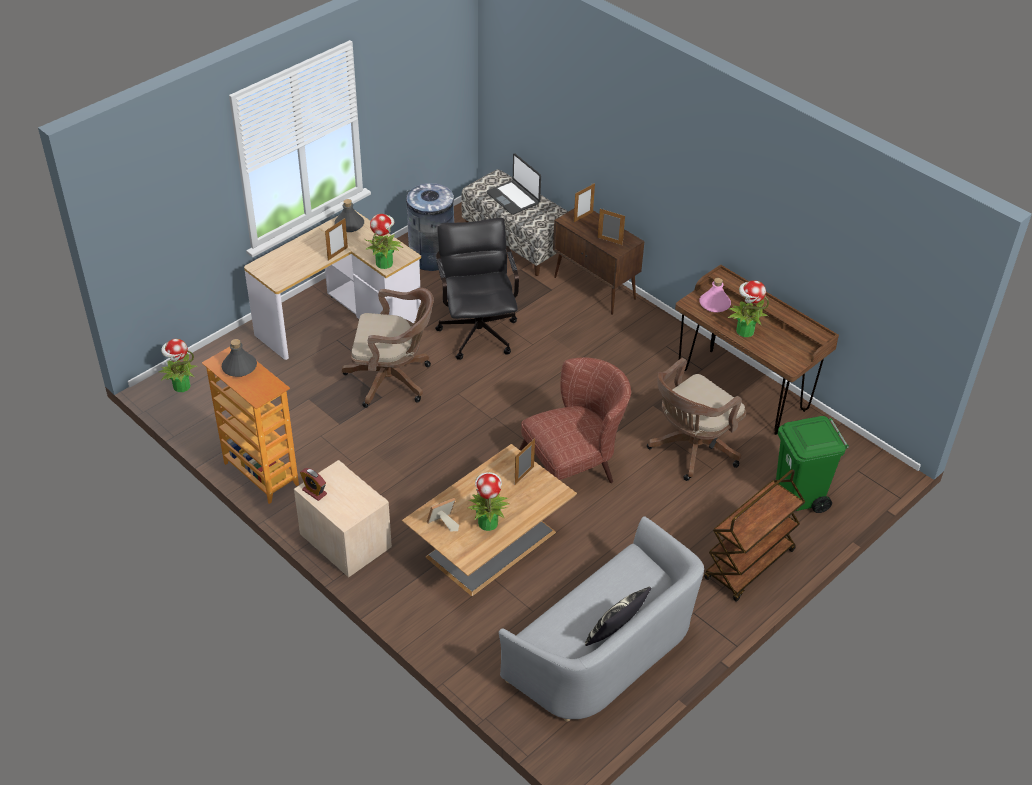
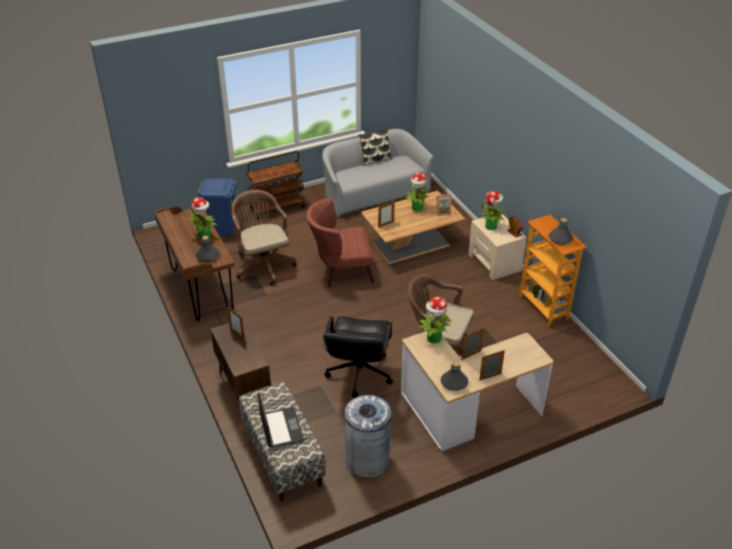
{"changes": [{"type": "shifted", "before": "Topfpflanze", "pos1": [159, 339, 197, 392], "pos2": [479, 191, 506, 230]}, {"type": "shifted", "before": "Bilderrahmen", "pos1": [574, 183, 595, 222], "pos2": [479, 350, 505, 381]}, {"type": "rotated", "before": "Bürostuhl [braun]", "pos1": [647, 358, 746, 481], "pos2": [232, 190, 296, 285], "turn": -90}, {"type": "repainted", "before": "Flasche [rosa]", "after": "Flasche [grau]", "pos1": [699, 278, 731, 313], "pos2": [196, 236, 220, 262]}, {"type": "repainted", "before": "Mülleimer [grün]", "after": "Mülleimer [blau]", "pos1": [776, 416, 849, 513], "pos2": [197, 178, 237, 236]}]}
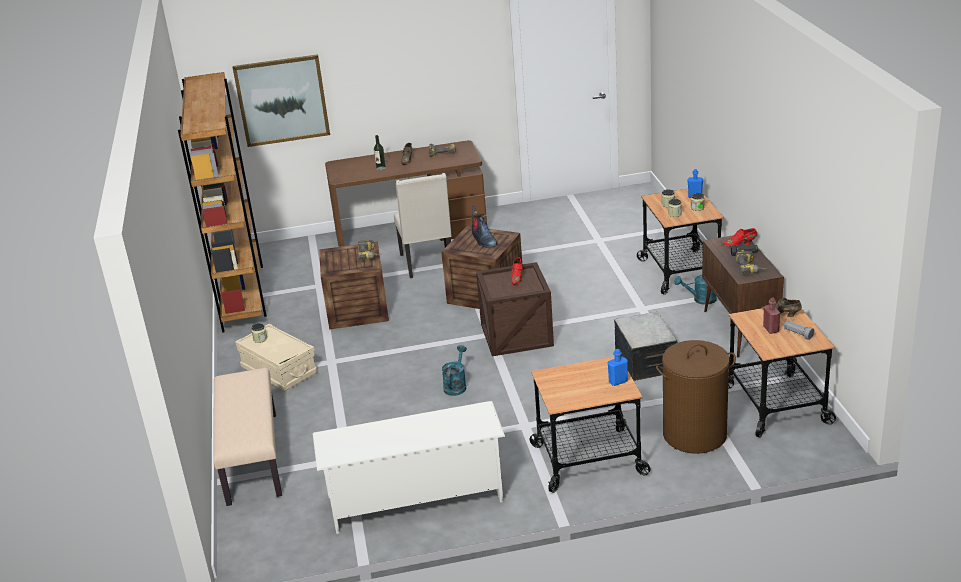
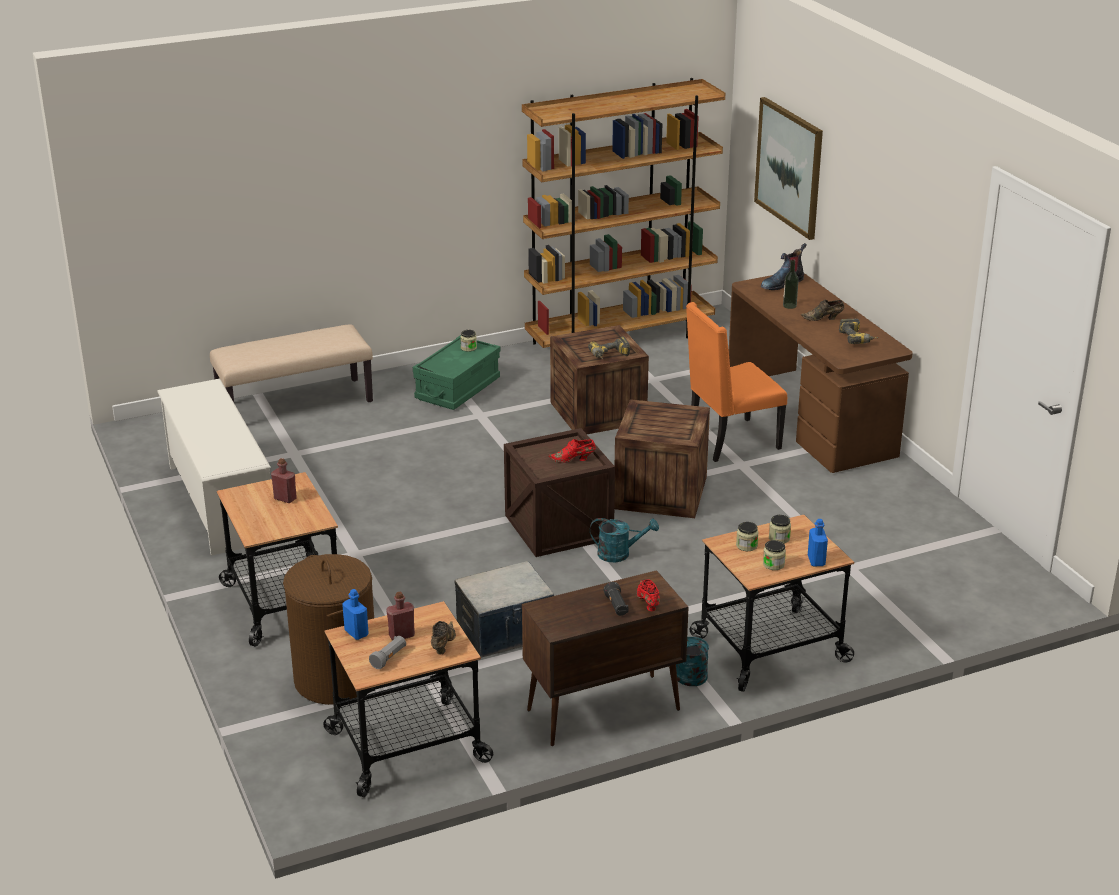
{"changes": [{"type": "repainted", "before": "Aufbewahrungsbox [beige]", "after": "Aufbewahrungsbox [grün]", "pos1": [235, 324, 317, 391], "pos2": [413, 335, 501, 410]}, {"type": "repainted", "before": "Stuhl [beige]", "after": "Stuhl [orange]", "pos1": [394, 173, 452, 278], "pos2": [686, 302, 787, 462]}, {"type": "shifted", "before": "Gießkanne [türkis]", "pos1": [442, 345, 467, 396], "pos2": [590, 518, 659, 562]}, {"type": "shifted", "before": "Stiefel", "pos1": [472, 205, 497, 248], "pos2": [761, 243, 807, 290]}, {"type": "shifted", "before": "Flasche [blau]", "pos1": [608, 349, 628, 386], "pos2": [342, 589, 369, 640]}, {"type": "gone", "before": "Bohrmaschine", "pos1": [735, 251, 767, 274]}, {"type": "new", "after": "Flasche [rot]", "pos2": [271, 458, 297, 503]}]}
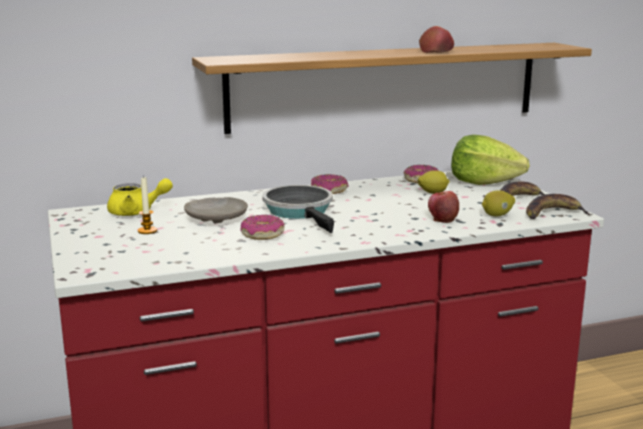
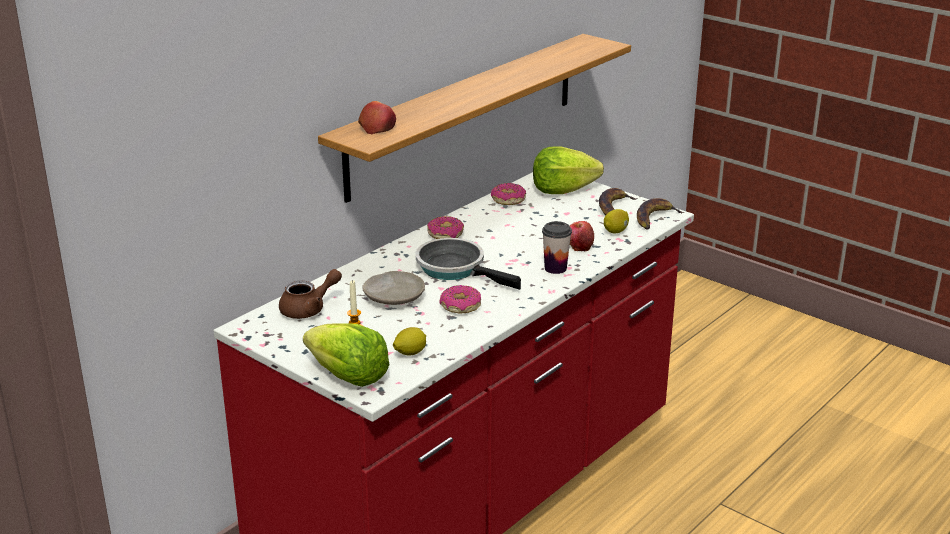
{"changes": [{"type": "repainted", "before": "Teekanne [gelb]", "after": "Teekanne [braun]", "pos1": [107, 178, 173, 216], "pos2": [279, 269, 342, 319]}, {"type": "shifted", "before": "Zitrone", "pos1": [418, 170, 449, 194], "pos2": [393, 327, 426, 355]}, {"type": "shifted", "before": "Apfel", "pos1": [419, 26, 454, 53], "pos2": [358, 101, 396, 134]}, {"type": "new", "after": "Salatkopf", "pos2": [303, 323, 389, 387]}, {"type": "new", "after": "Tasse", "pos2": [542, 221, 572, 274]}]}
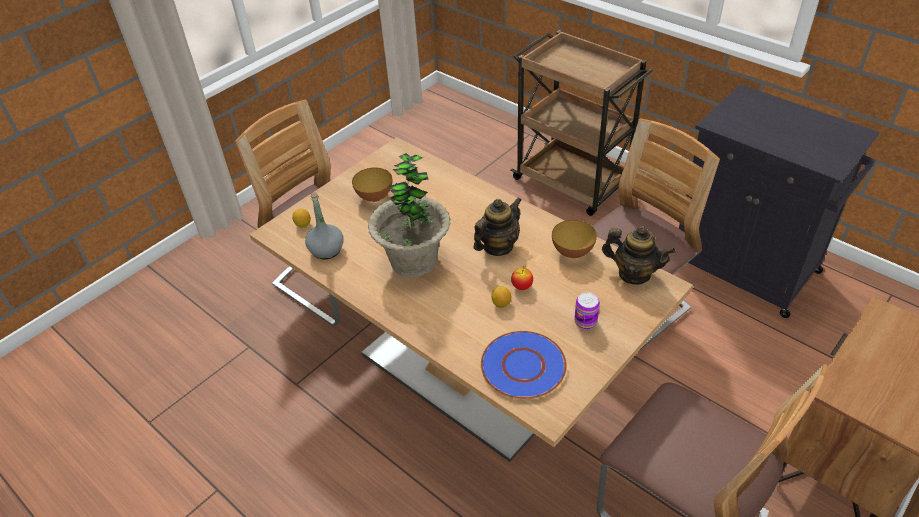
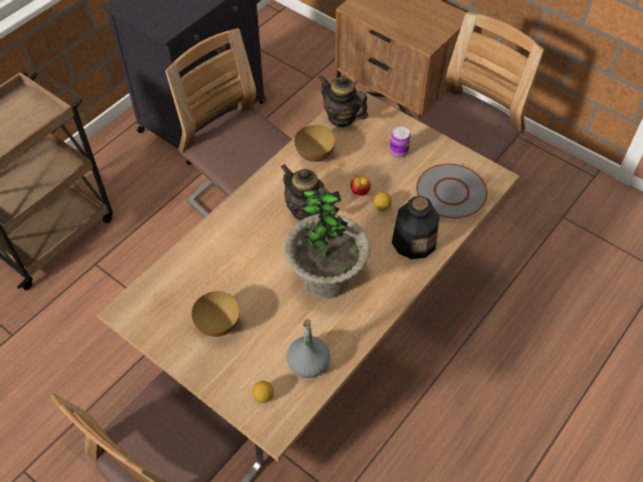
{"changes": [{"type": "repainted", "before": "Teller [blau]", "after": "Teller [grau]", "pos1": [481, 331, 567, 399], "pos2": [416, 163, 488, 219]}, {"type": "rotated", "before": "Teekanne", "pos1": [602, 226, 675, 285], "pos2": [318, 75, 368, 127], "turn": -75}, {"type": "new", "after": "Flasche", "pos2": [392, 196, 439, 259]}]}
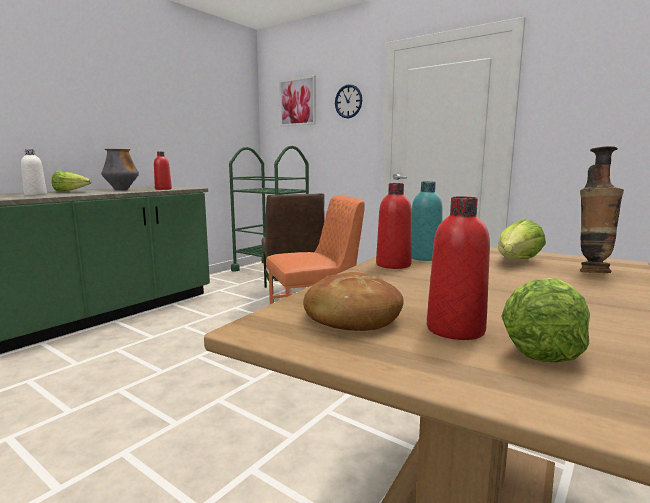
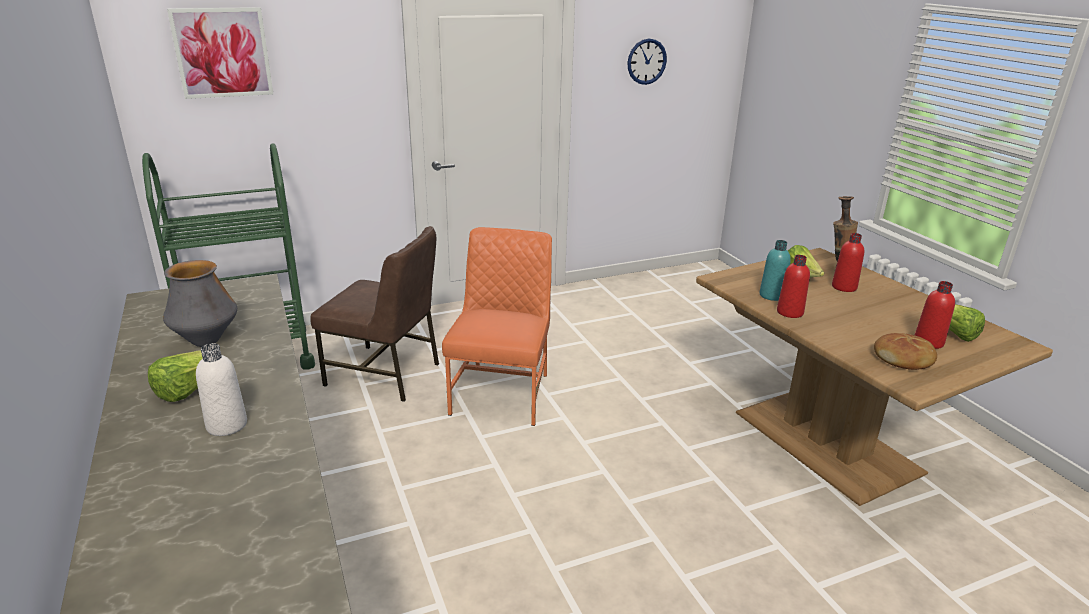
{"changes": [{"type": "shifted", "before": "Flasche [rot]", "pos1": [154, 152, 172, 190], "pos2": [832, 233, 864, 292]}, {"type": "shifted", "before": "Wanduhr", "pos1": [335, 84, 362, 118], "pos2": [627, 38, 667, 85]}]}
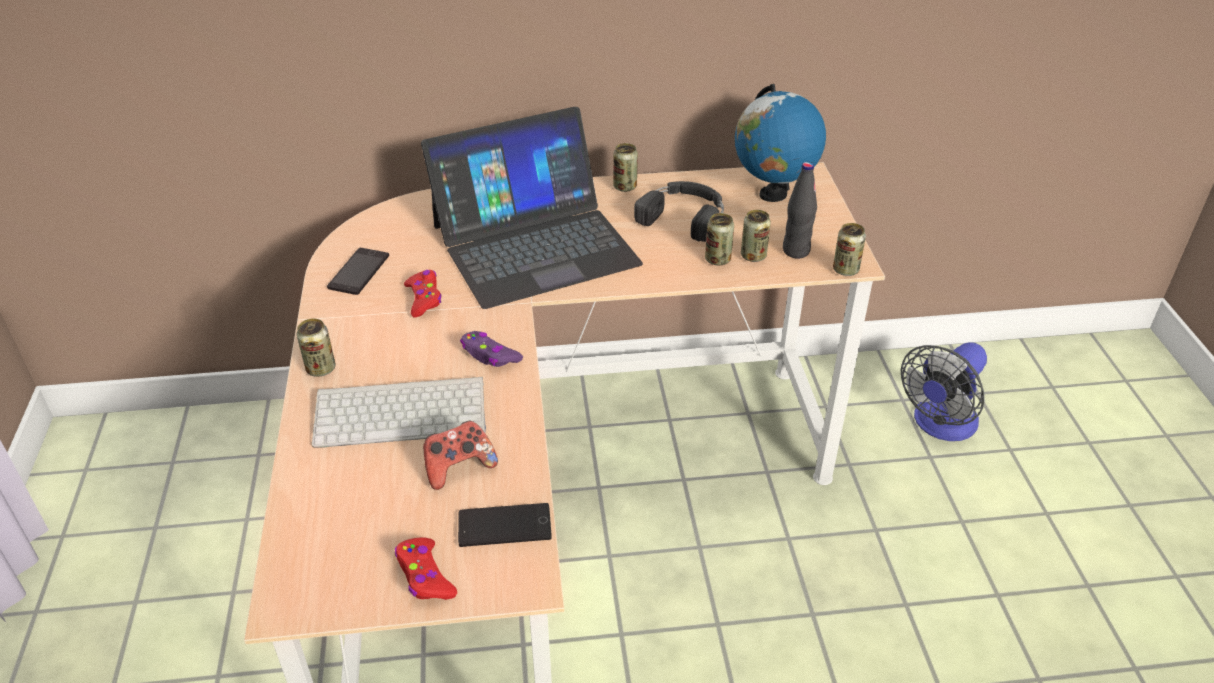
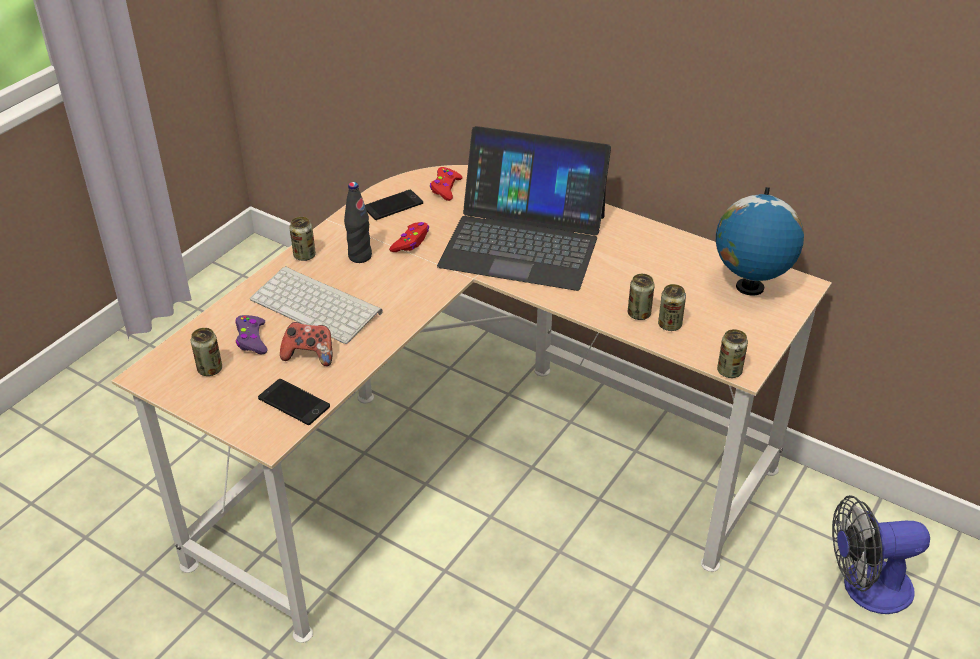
{"changes": [{"type": "shifted", "before": "Gamepad [rot]", "pos1": [395, 537, 457, 600], "pos2": [430, 167, 462, 201]}, {"type": "shifted", "before": "Gamepad [lila]", "pos1": [460, 331, 523, 367], "pos2": [236, 315, 267, 354]}, {"type": "shifted", "before": "Dose", "pos1": [613, 143, 638, 192], "pos2": [191, 328, 222, 376]}, {"type": "gone", "before": "Kopfhörer [schwarz]", "pos1": [634, 181, 724, 242]}, {"type": "shifted", "before": "Flasche [schwarz]", "pos1": [783, 162, 817, 259], "pos2": [344, 182, 372, 263]}]}
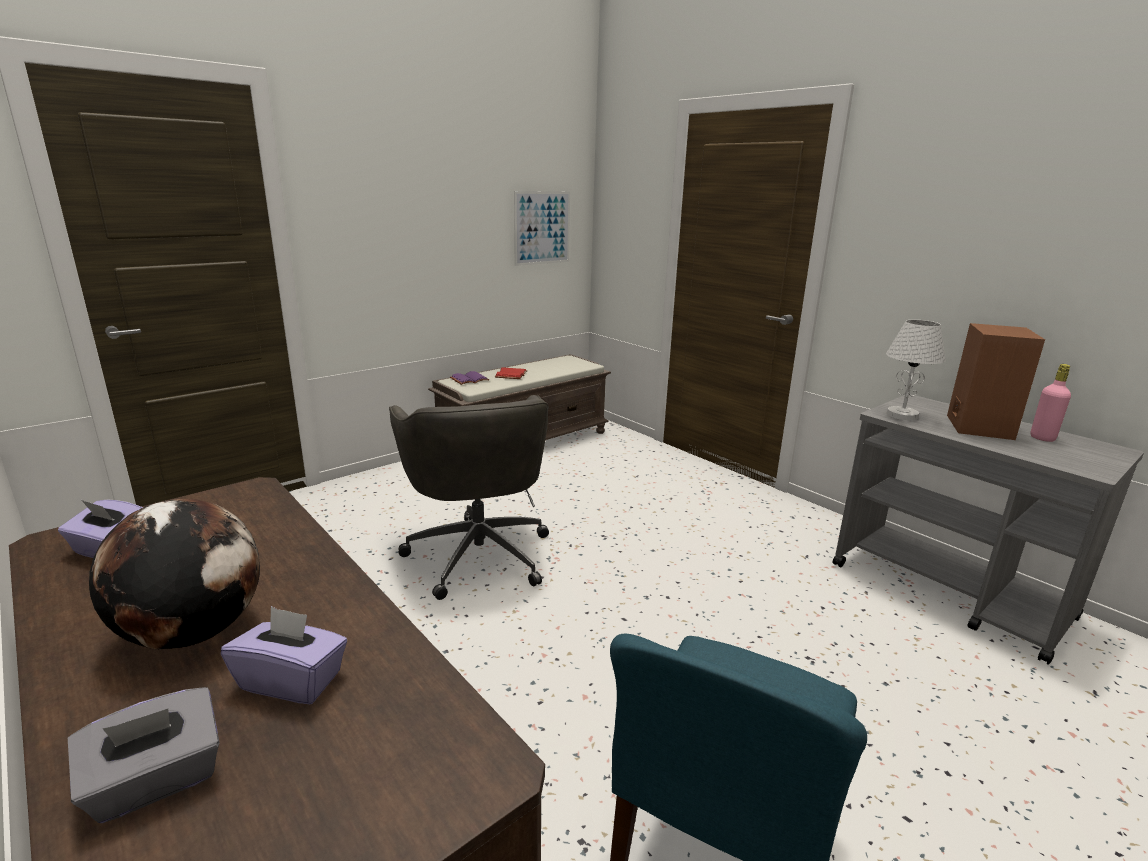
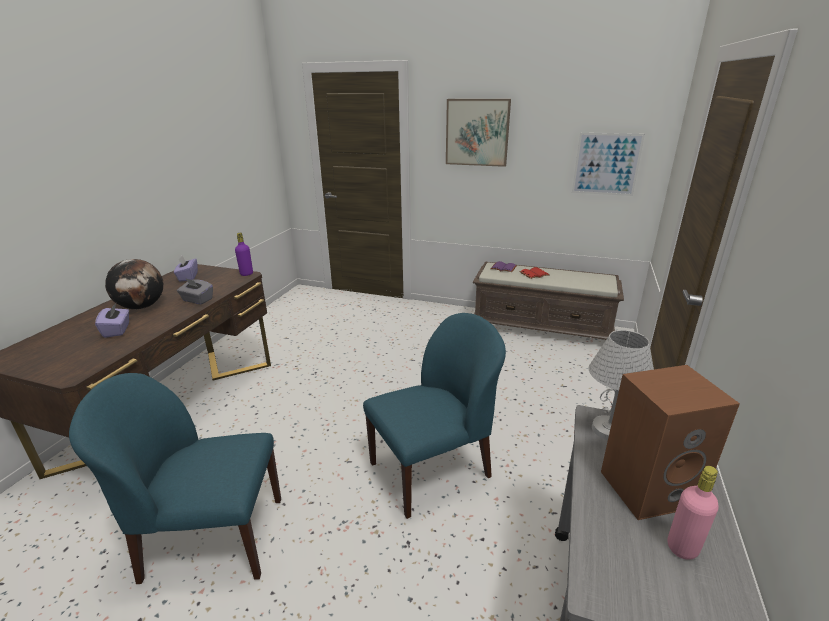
{"changes": [{"type": "shifted", "before": "Taschentuchbox [grau]", "pos1": [68, 687, 220, 823], "pos2": [177, 278, 213, 304]}, {"type": "gone", "before": "Bürostuhl [grau]", "pos1": [389, 395, 549, 600]}, {"type": "new", "after": "Flasche [lila]", "pos2": [235, 233, 253, 276]}, {"type": "new", "after": "Stuhl [blau]", "pos2": [363, 313, 506, 519]}, {"type": "new", "after": "Bild", "pos2": [446, 99, 511, 167]}]}
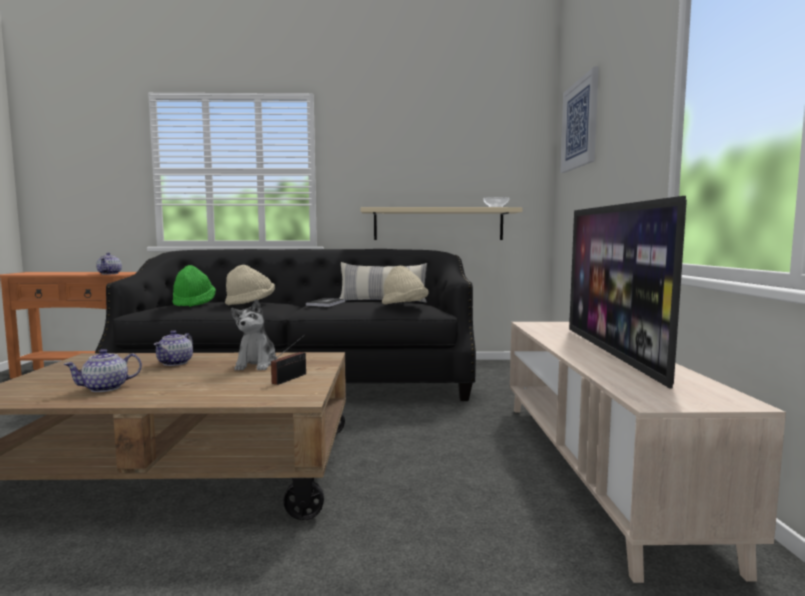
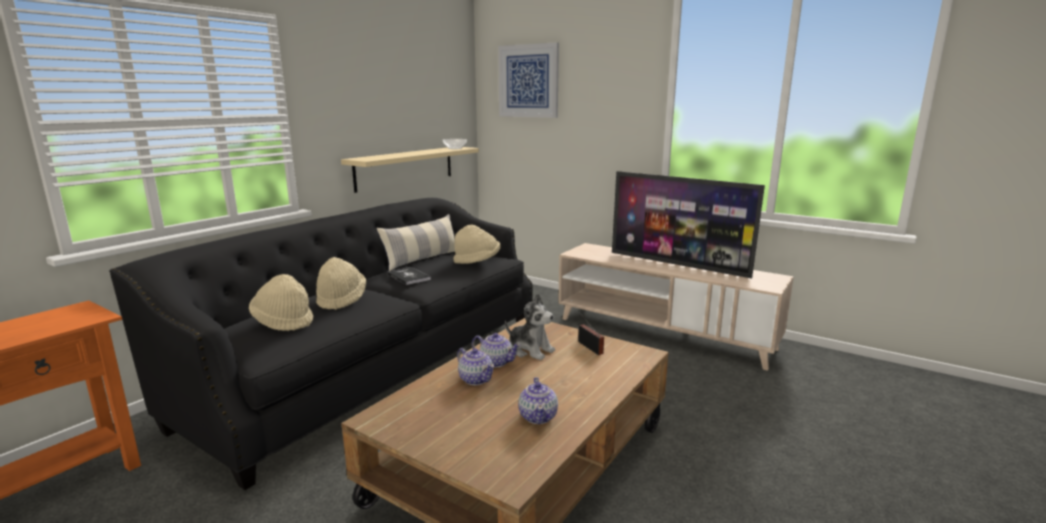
{"changes": [{"type": "shifted", "before": "Teekanne", "pos1": [96, 253, 122, 274], "pos2": [472, 333, 521, 367]}, {"type": "repainted", "before": "Hut [grün]", "after": "Hut [beige]", "pos1": [173, 265, 216, 307], "pos2": [249, 274, 313, 331]}]}
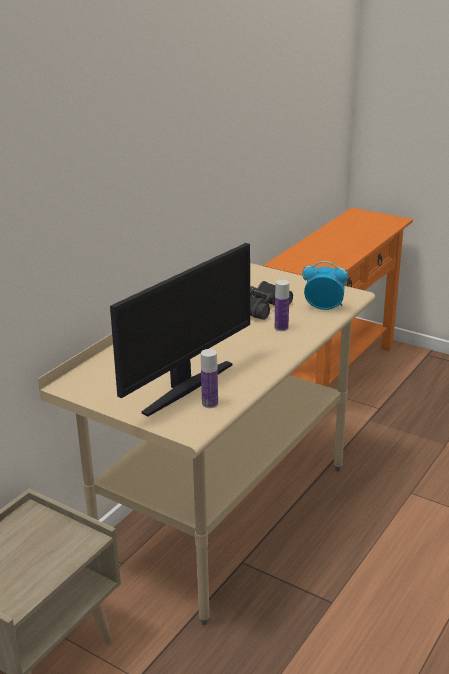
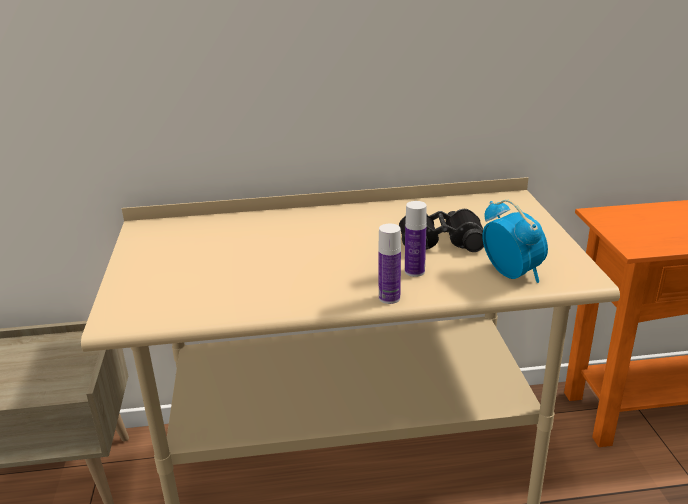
{"changes": [{"type": "gone", "before": "Monitor", "pos1": [110, 243, 250, 417]}, {"type": "shifted", "before": "Flasche", "pos1": [201, 349, 218, 408], "pos2": [378, 224, 401, 304]}]}
